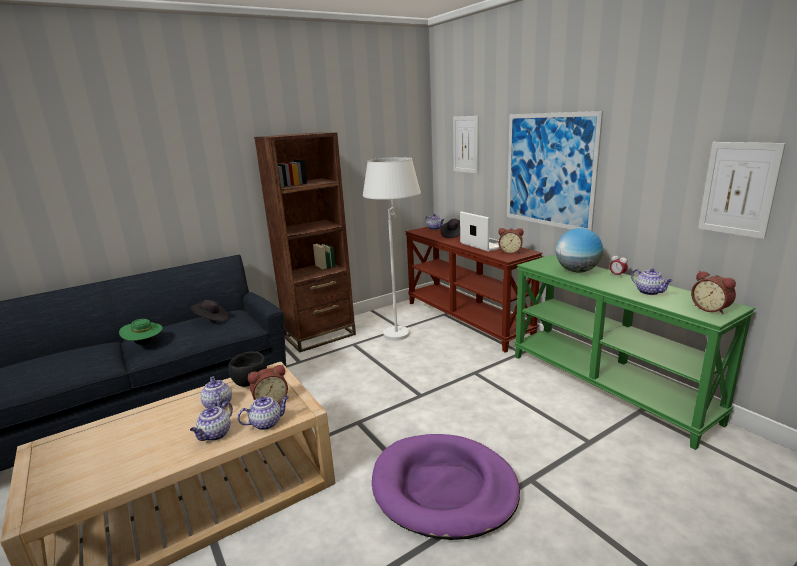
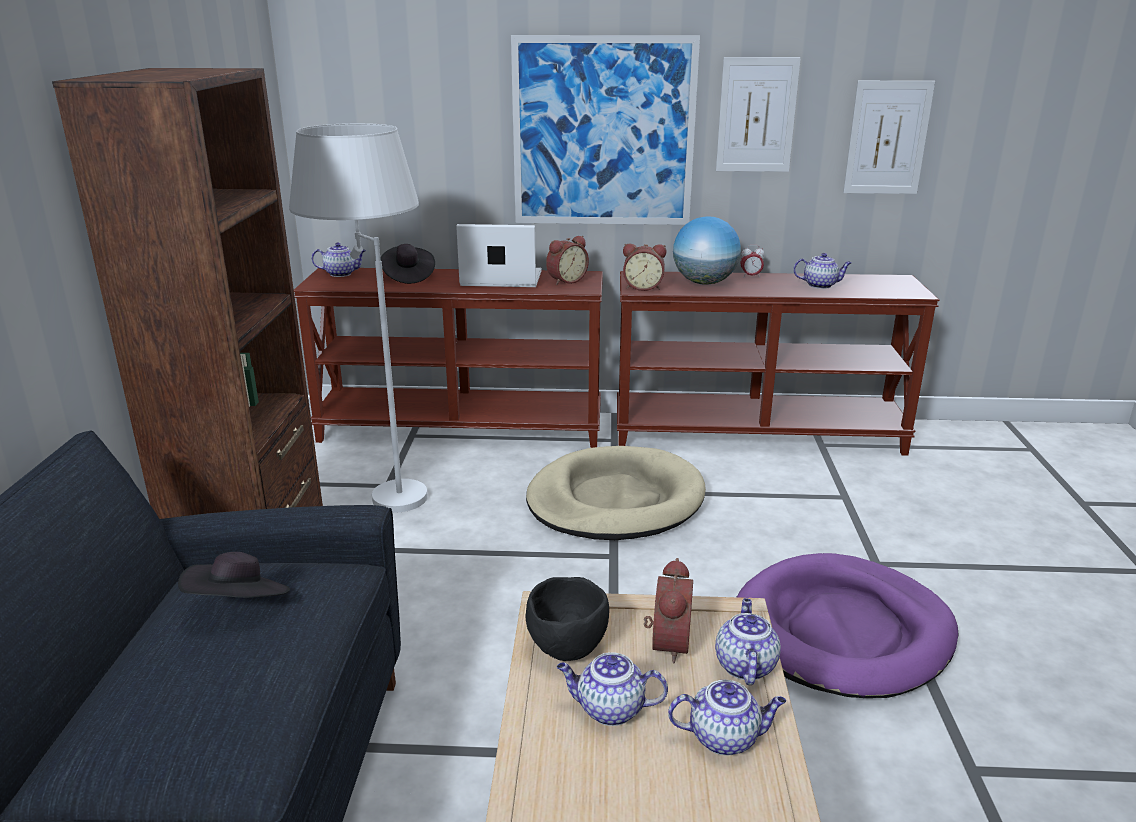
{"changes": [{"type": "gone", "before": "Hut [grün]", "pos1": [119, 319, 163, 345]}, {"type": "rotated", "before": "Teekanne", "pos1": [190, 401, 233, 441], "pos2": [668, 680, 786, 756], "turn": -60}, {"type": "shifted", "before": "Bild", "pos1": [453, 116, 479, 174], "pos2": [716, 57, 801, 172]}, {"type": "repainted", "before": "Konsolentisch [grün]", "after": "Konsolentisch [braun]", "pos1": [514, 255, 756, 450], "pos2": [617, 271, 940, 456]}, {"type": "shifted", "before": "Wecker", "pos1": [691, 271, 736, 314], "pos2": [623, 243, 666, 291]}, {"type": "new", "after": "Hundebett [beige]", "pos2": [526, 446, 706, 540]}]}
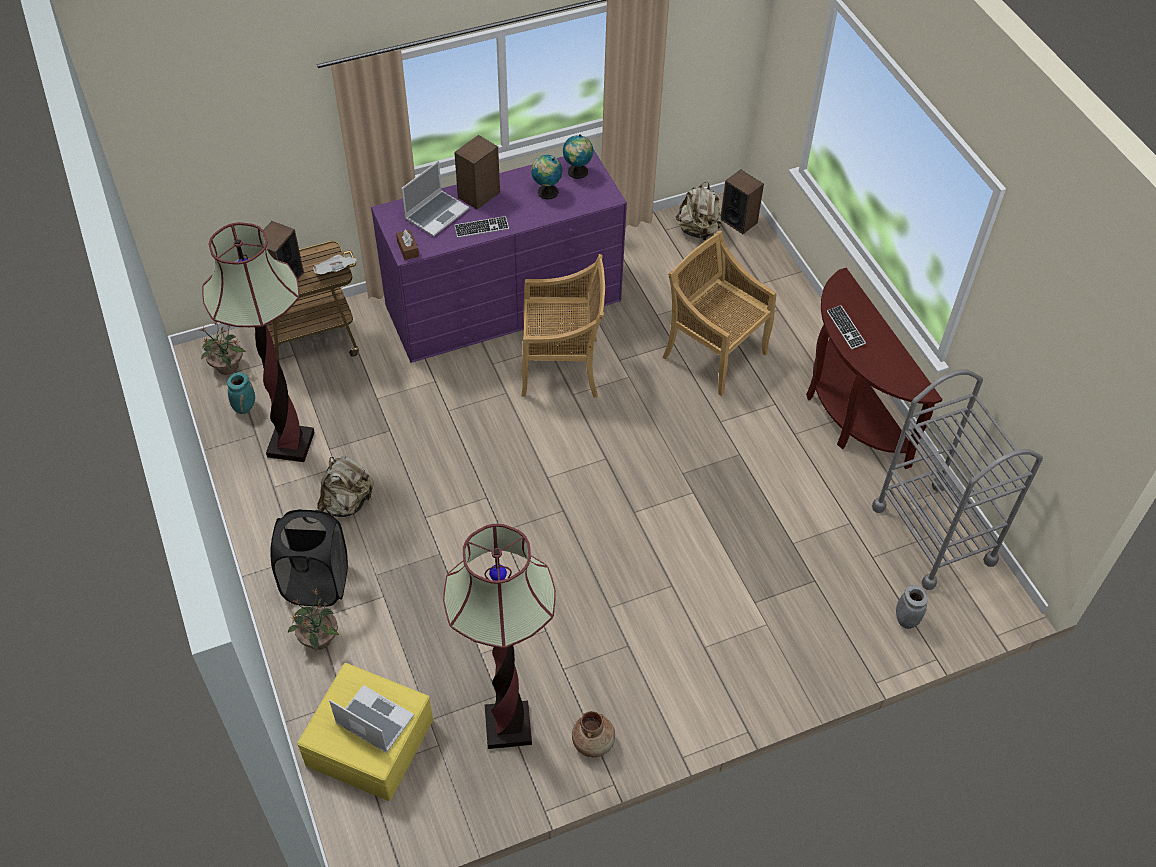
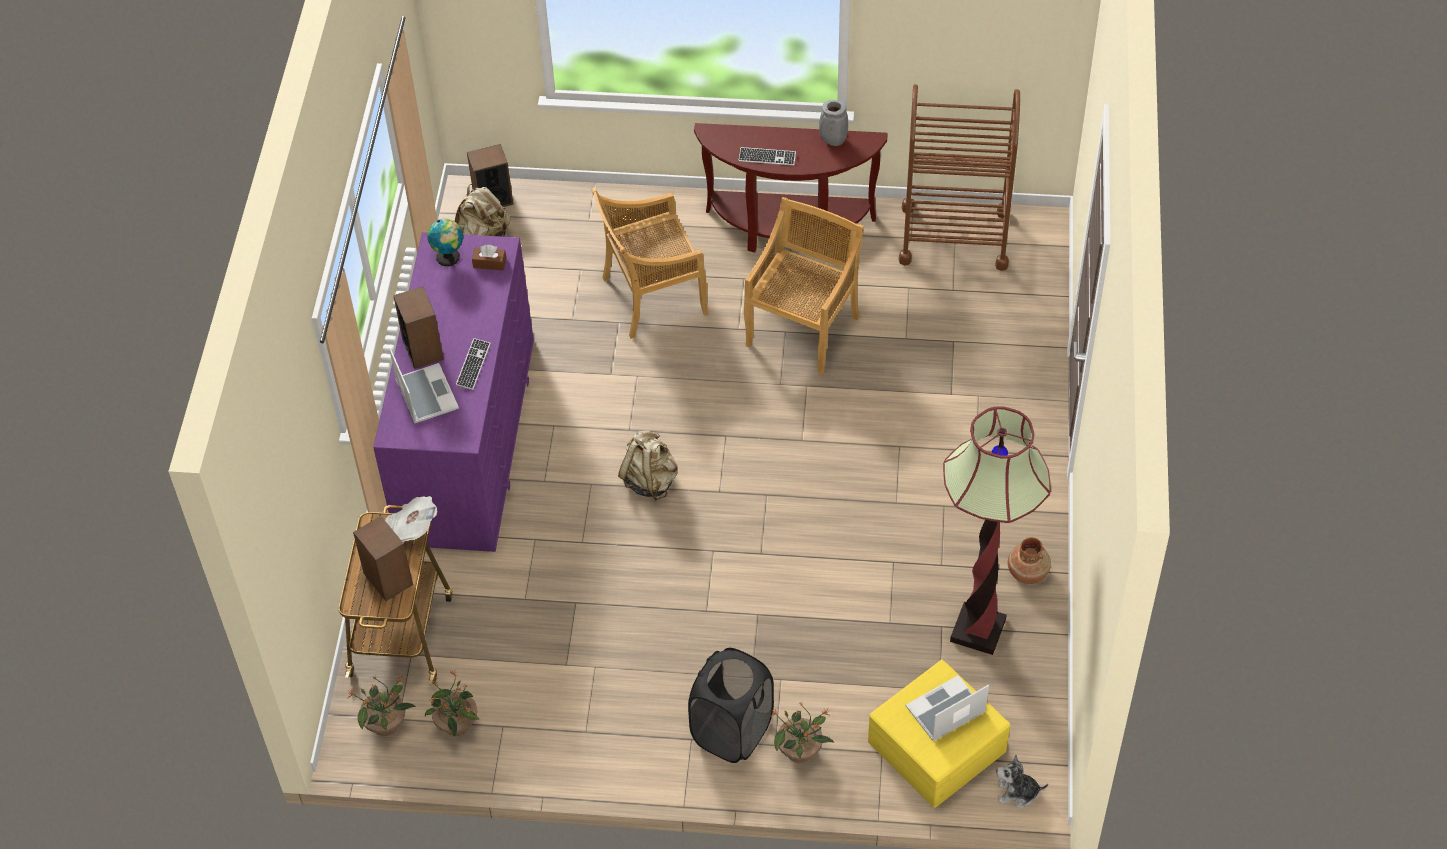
{"changes": [{"type": "gone", "before": "Stehlampe", "pos1": [202, 222, 315, 462]}, {"type": "swapped", "before": "Vase [türkis]", "after": "Topfpflanze", "pos1": [227, 372, 255, 414], "pos2": [425, 670, 479, 737]}, {"type": "shifted", "before": "Rucksack [beige]", "pos1": [317, 456, 373, 517], "pos2": [618, 430, 677, 501]}, {"type": "shifted", "before": "Taschentuchbox [braun]", "pos1": [396, 230, 419, 260], "pos2": [472, 245, 506, 271]}, {"type": "shifted", "before": "Stuhl [beige]", "pos1": [521, 254, 605, 398], "pos2": [744, 197, 864, 375]}, {"type": "gone", "before": "Globus", "pos1": [531, 155, 562, 200]}, {"type": "repainted", "before": "Rollwagen [grau]", "after": "Rollwagen [braun]", "pos1": [872, 369, 1043, 590], "pos2": [899, 84, 1020, 271]}, {"type": "shifted", "before": "Vase [grau]", "pos1": [896, 585, 928, 629], "pos2": [819, 100, 848, 146]}, {"type": "new", "after": "Plüschtier", "pos2": [996, 754, 1048, 808]}]}
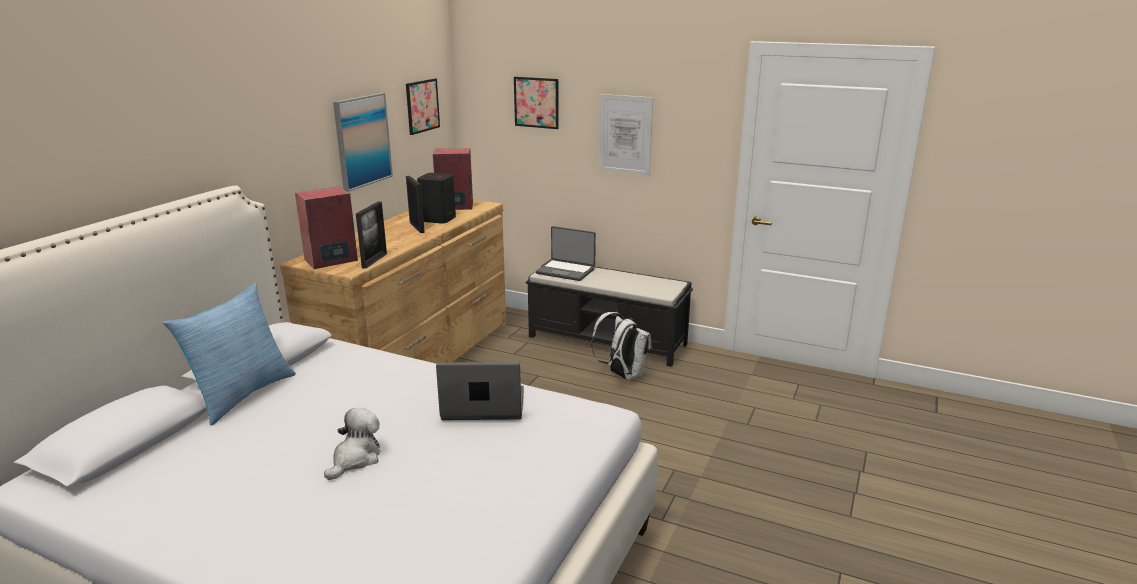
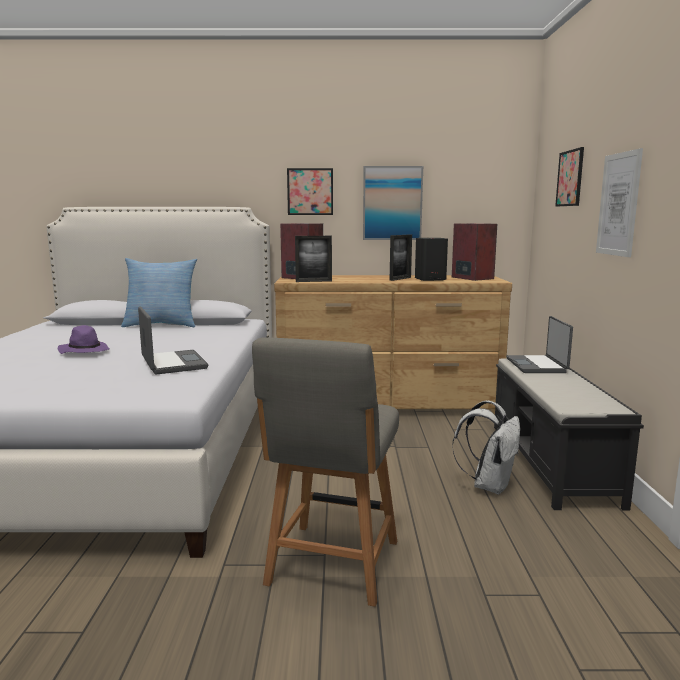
{"changes": [{"type": "swapped", "before": "Plüschtier", "after": "Hut [lila]", "pos1": [324, 408, 380, 480], "pos2": [57, 325, 110, 354]}, {"type": "shifted", "before": "Bild", "pos1": [406, 79, 440, 135], "pos2": [287, 168, 333, 215]}, {"type": "new", "after": "Stuhl [grau]", "pos2": [252, 338, 399, 607]}]}
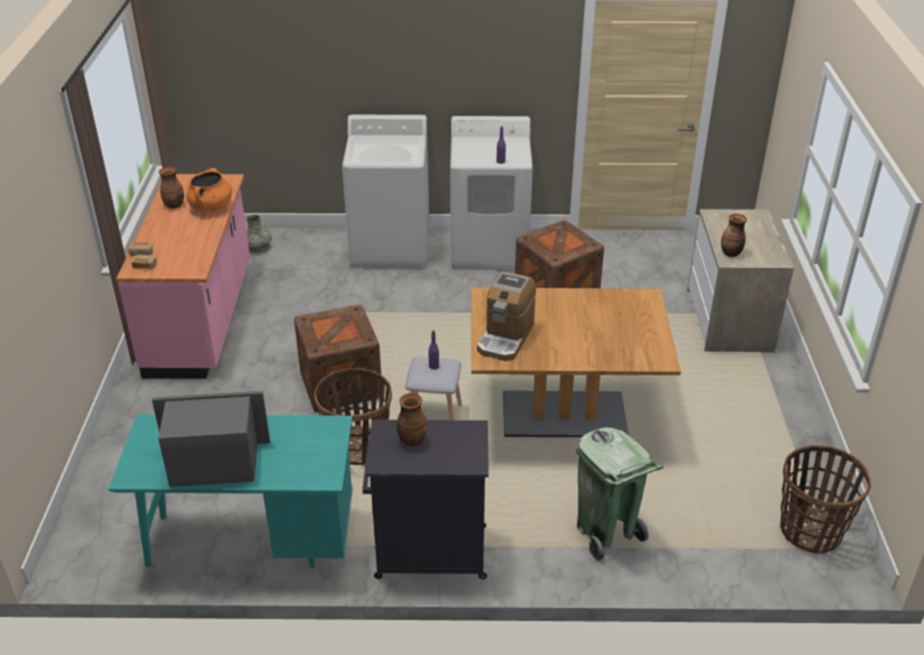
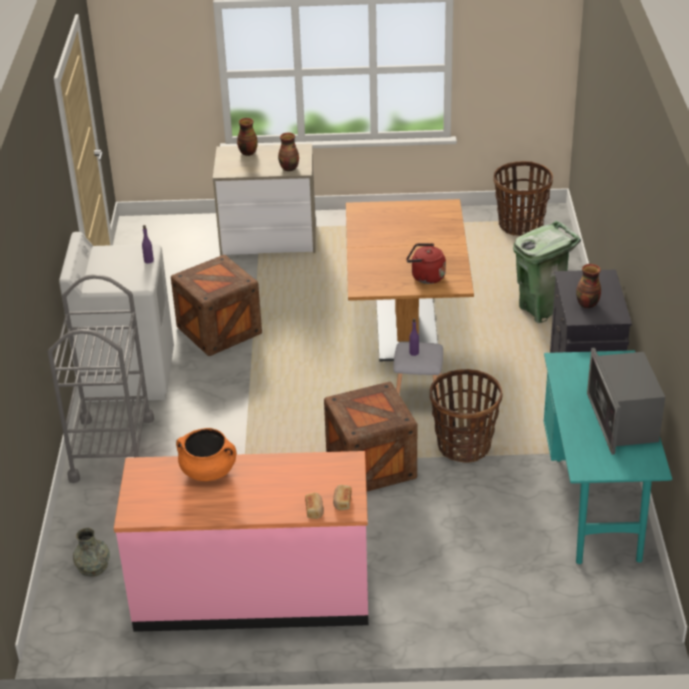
{"changes": [{"type": "shifted", "before": "Vase", "pos1": [159, 166, 184, 209], "pos2": [237, 118, 258, 156]}, {"type": "swapped", "before": "Waschmaschine [weiß]", "after": "Rollwagen [grau]", "pos1": [342, 115, 429, 268], "pos2": [48, 274, 154, 483]}, {"type": "swapped", "before": "Kaffeemaschine", "after": "Wasserkessel [rot]", "pos1": [477, 271, 536, 361], "pos2": [406, 243, 446, 284]}]}
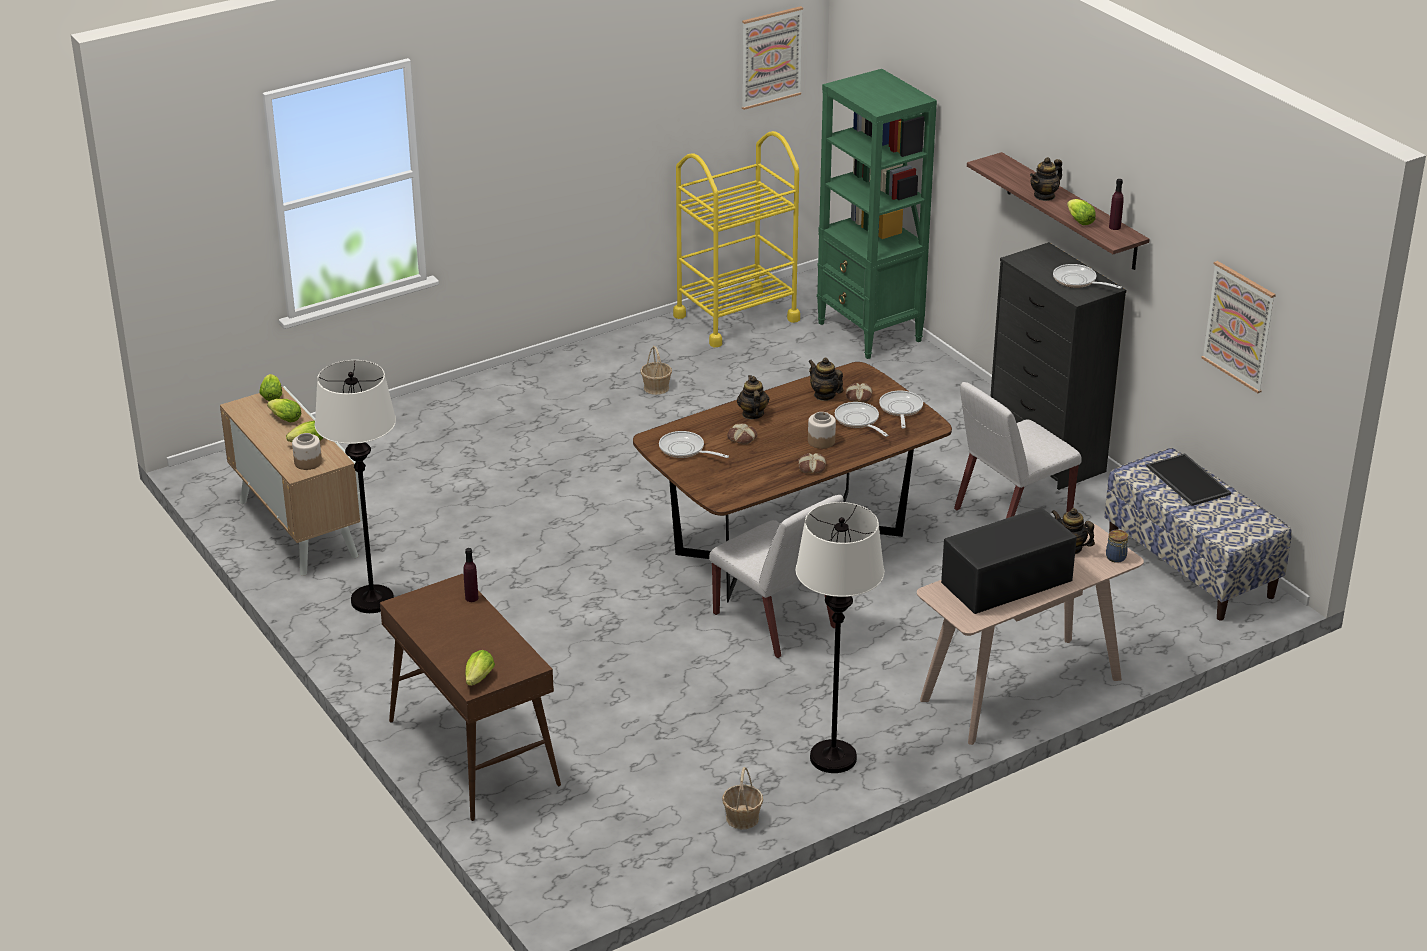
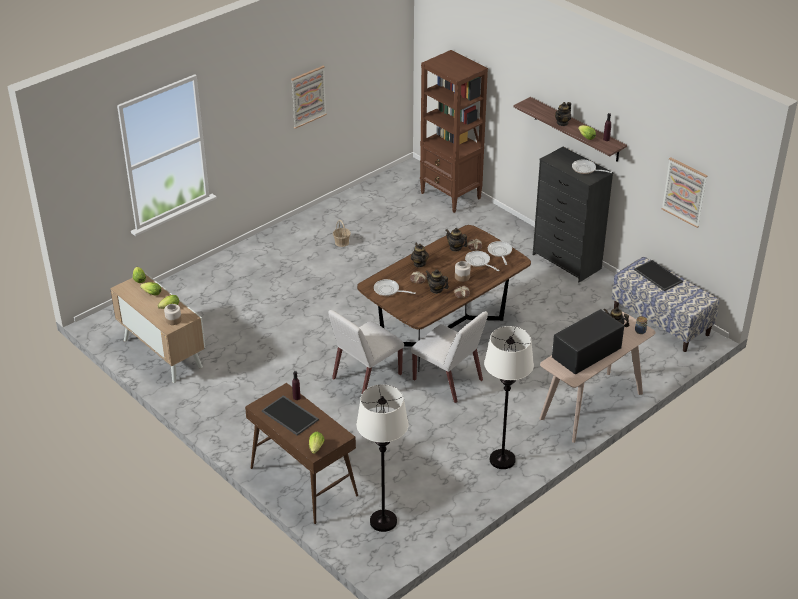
{"changes": [{"type": "shifted", "before": "Stehlampe [weiß]", "pos1": [315, 360, 396, 613], "pos2": [356, 384, 409, 532]}, {"type": "gone", "before": "Rollwagen [gelb]", "pos1": [673, 131, 800, 348]}, {"type": "gone", "before": "Korb", "pos1": [722, 767, 763, 829]}, {"type": "shifted", "before": "Bild", "pos1": [742, 6, 803, 110], "pos2": [291, 66, 327, 129]}, {"type": "repainted", "before": "Bücherregal [grün]", "after": "Bücherregal [braun]", "pos1": [817, 69, 937, 359], "pos2": [420, 50, 488, 213]}, {"type": "shifted", "before": "Stuhl [weiß]", "pos1": [954, 382, 1081, 518], "pos2": [328, 310, 404, 395]}, {"type": "new", "after": "Tablett", "pos2": [262, 395, 319, 436]}, {"type": "new", "after": "Teekanne", "pos2": [425, 269, 449, 294]}]}
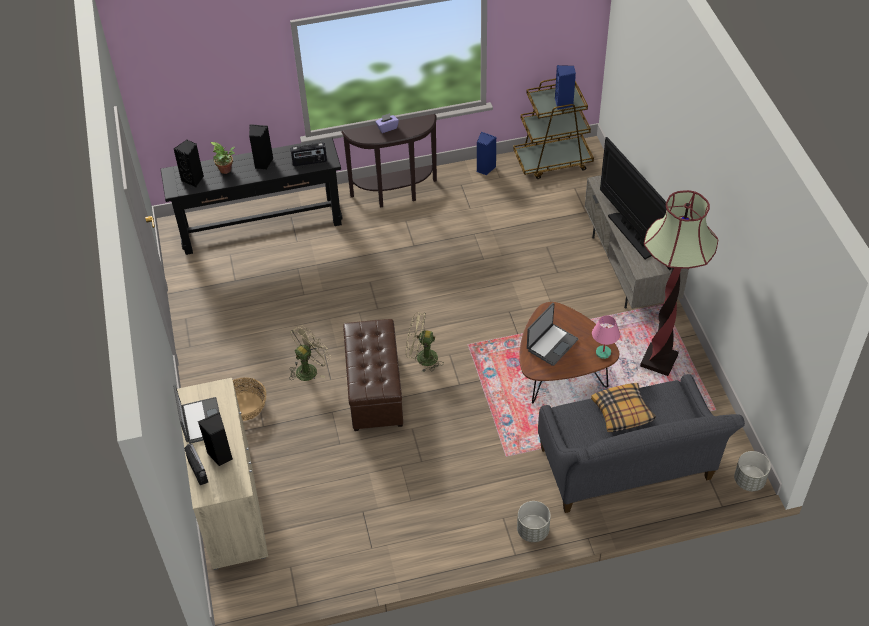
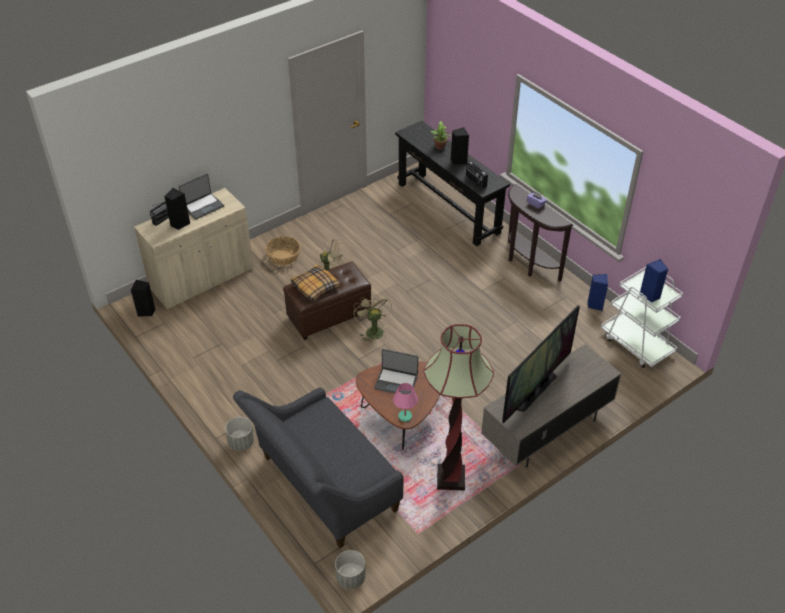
{"changes": [{"type": "shifted", "before": "Lautsprecher [schwarz]", "pos1": [174, 140, 204, 188], "pos2": [131, 280, 155, 317]}, {"type": "repainted", "before": "Rollwagen [braun]", "after": "Rollwagen [weiß]", "pos1": [513, 78, 594, 179], "pos2": [601, 267, 683, 368]}, {"type": "shifted", "before": "Kissen", "pos1": [591, 383, 656, 432], "pos2": [291, 265, 340, 301]}]}
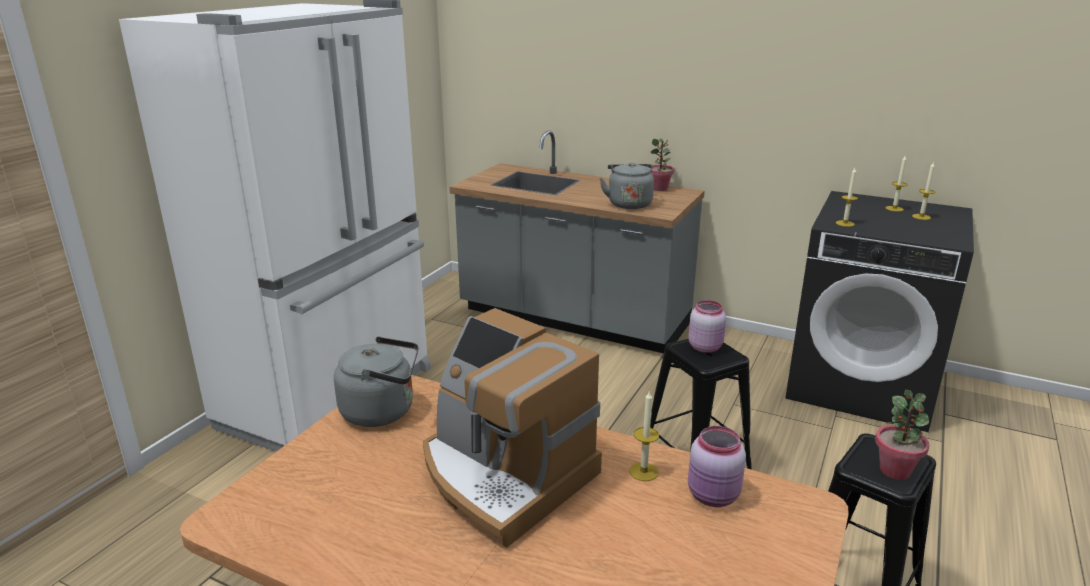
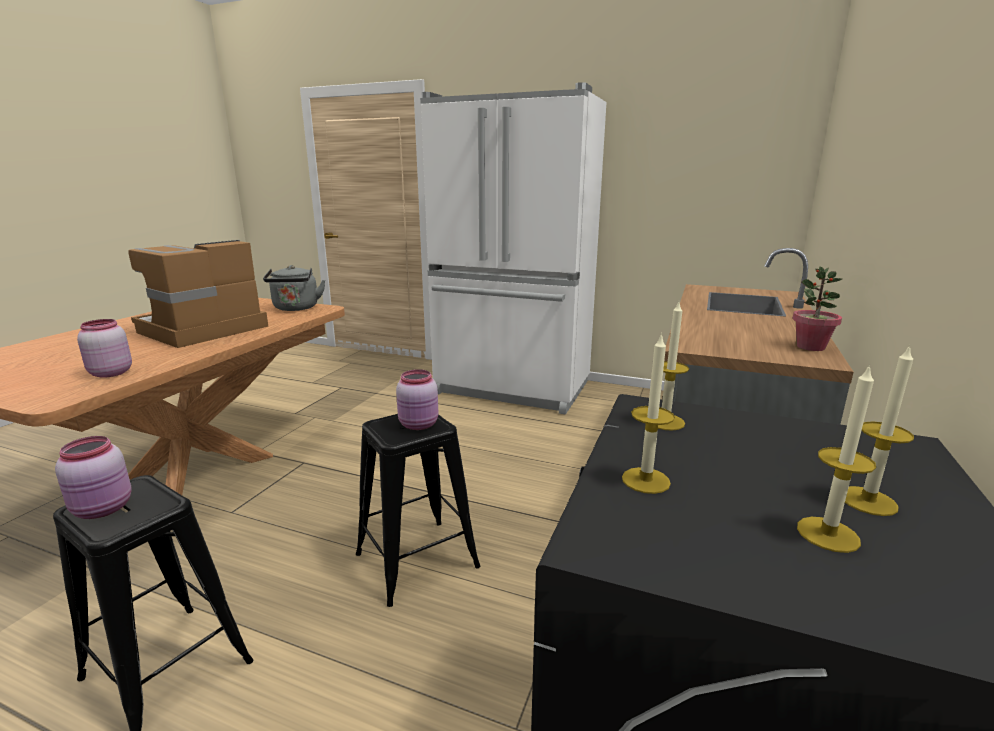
{"changes": [{"type": "gone", "before": "Wasserkessel [grau]", "pos1": [599, 162, 654, 209]}, {"type": "shifted", "before": "Kerze", "pos1": [629, 390, 659, 481], "pos2": [622, 333, 675, 494]}, {"type": "swapped", "before": "Topfpflanze", "after": "Vorratsglas [rosa]", "pos1": [875, 389, 929, 480], "pos2": [55, 436, 132, 519]}]}
